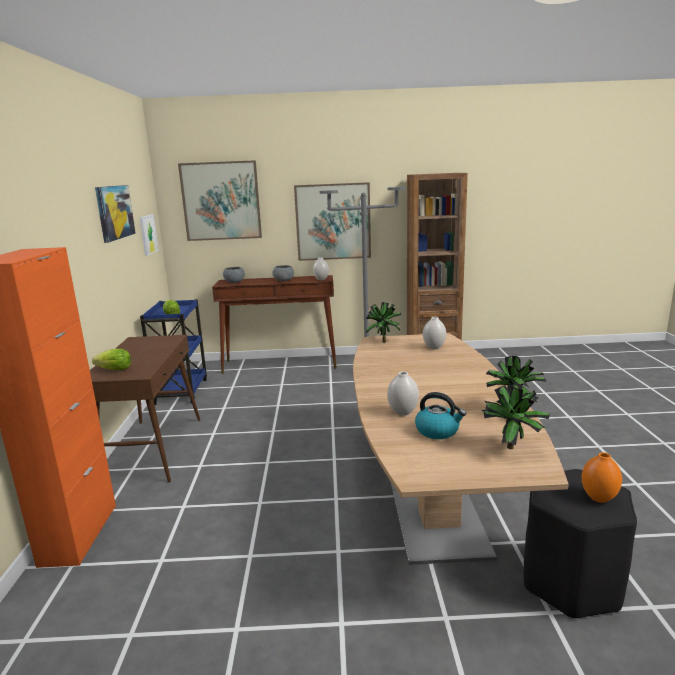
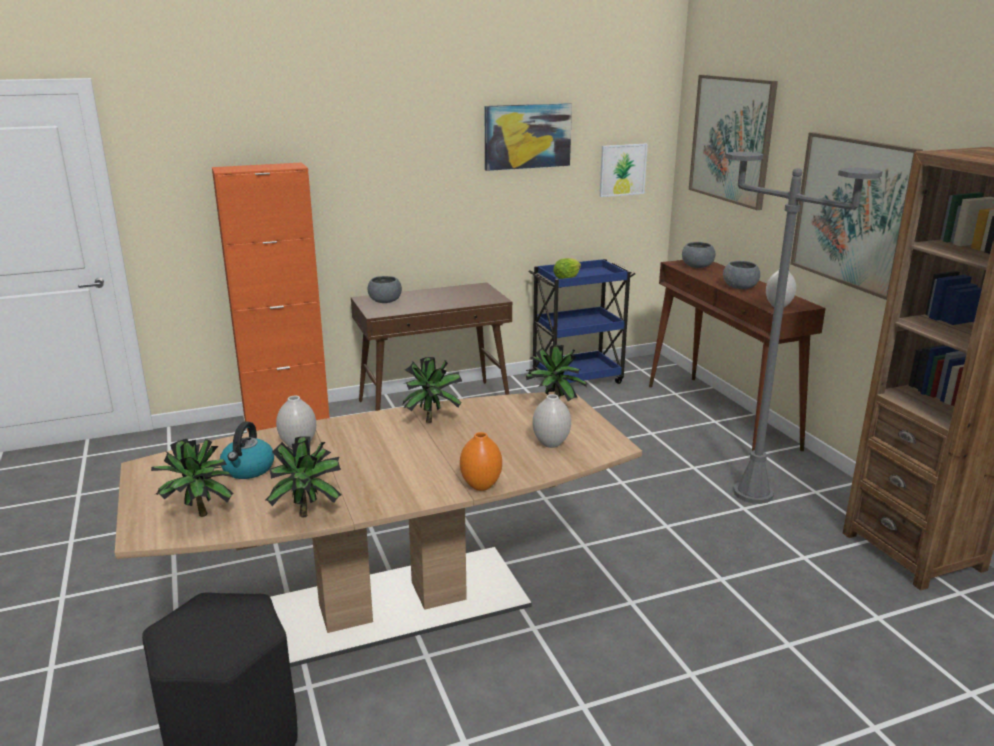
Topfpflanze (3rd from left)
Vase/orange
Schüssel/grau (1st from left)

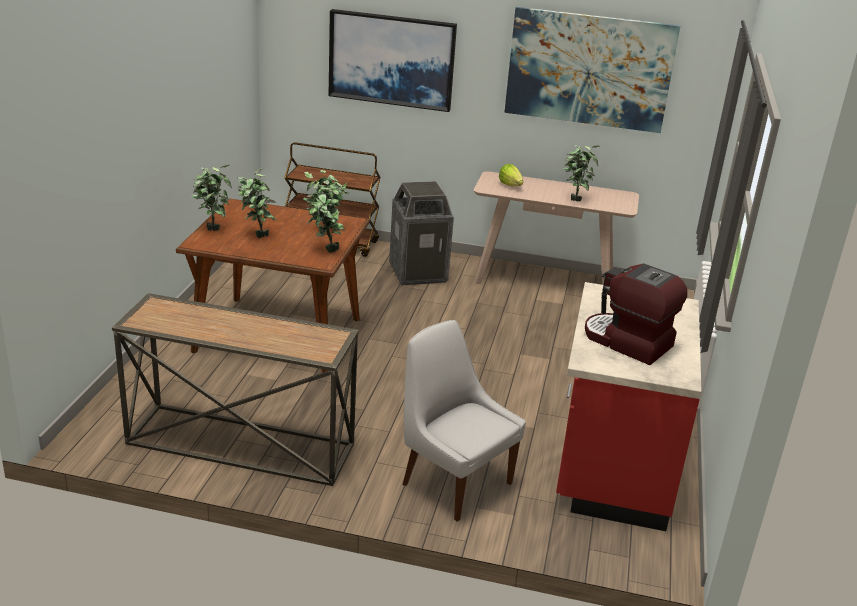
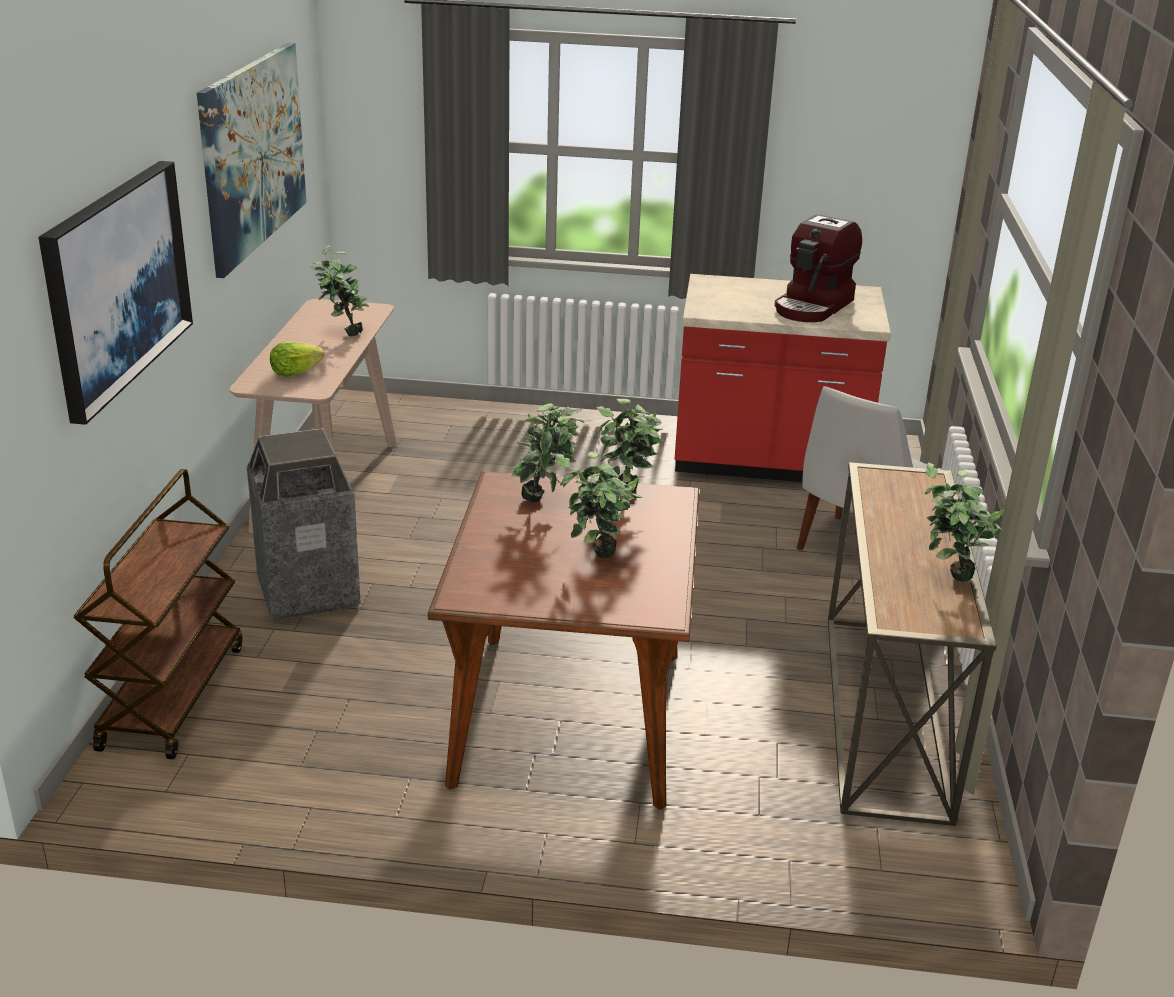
Topfpflanze (5th from left)

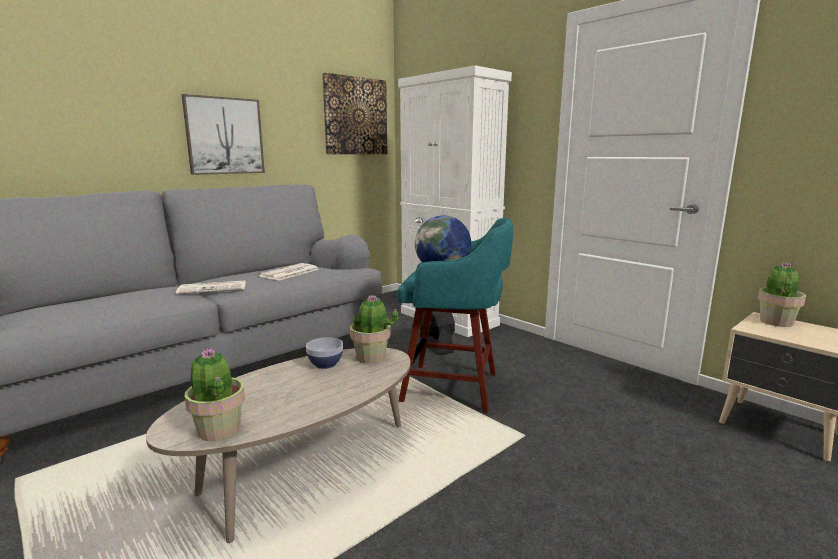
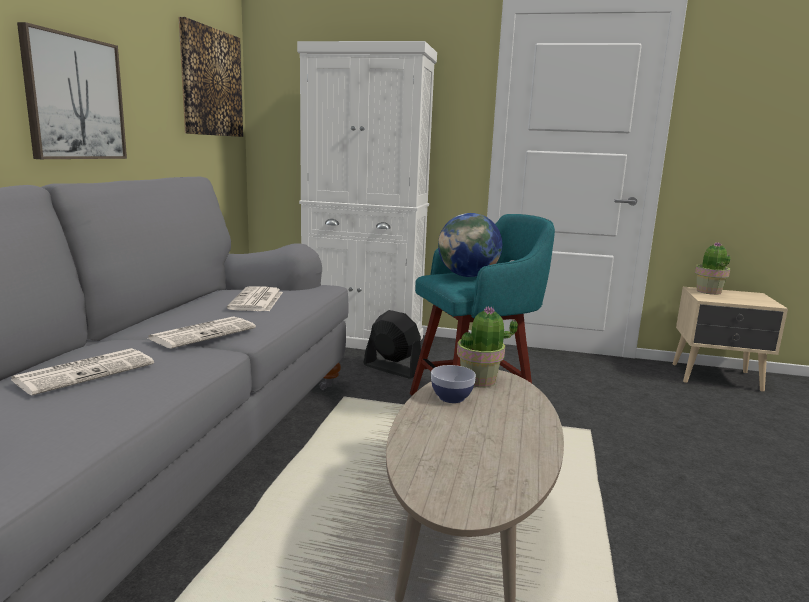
Topfpflanze (1st from left in the first image)
Zeitung (1st from left)

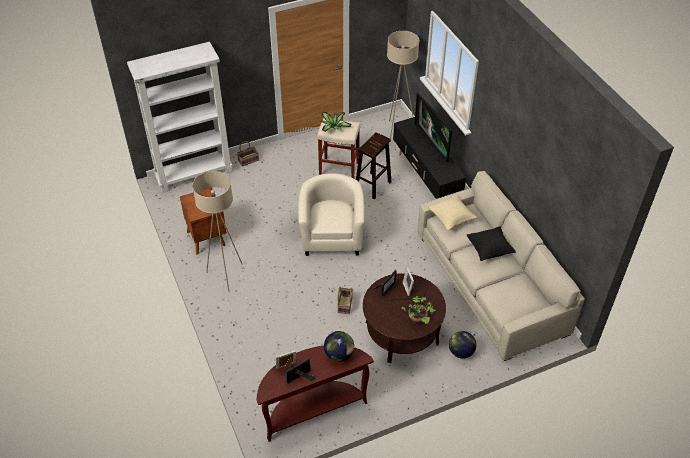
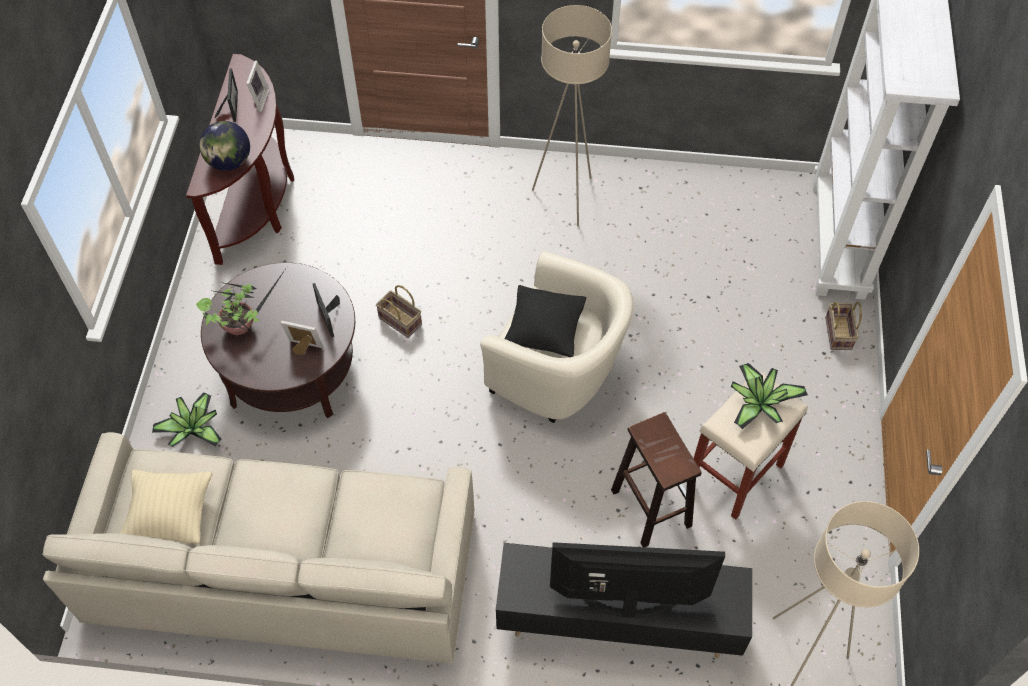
Nachttisch/braun
Kissen/beige
Kissen/schwarz
Topfpflanze (1st from left)

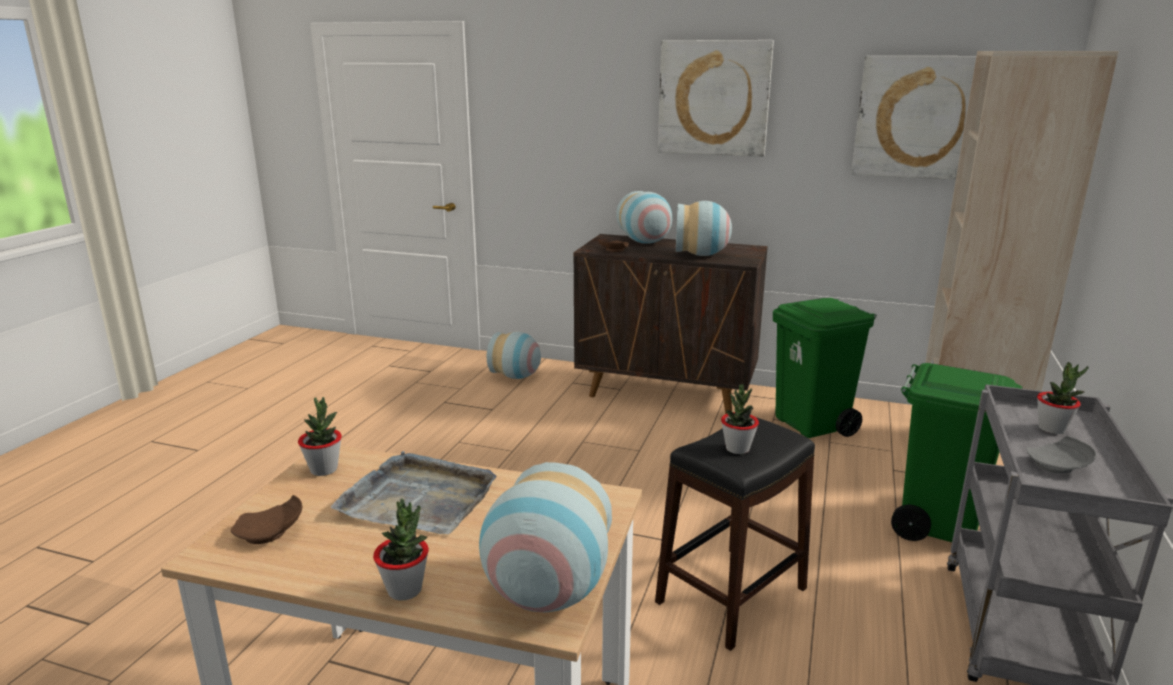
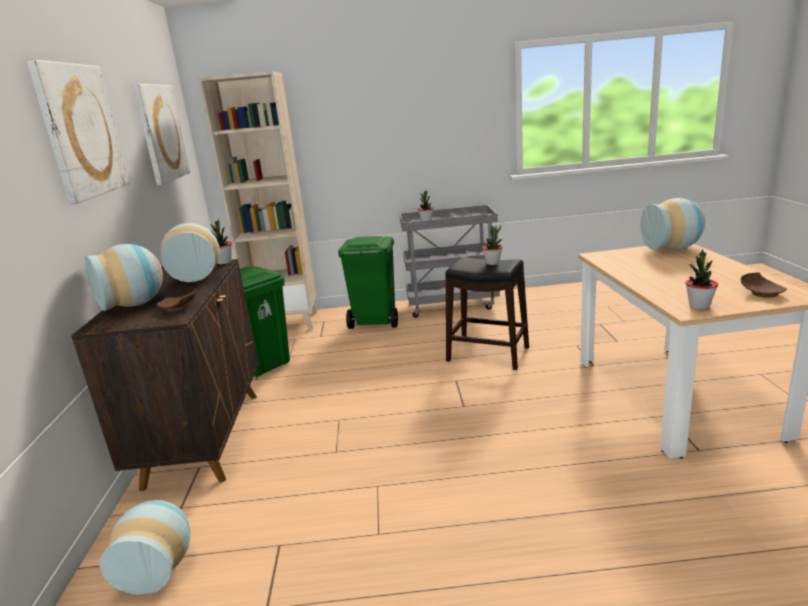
Tablett/grau
Topfpflanze (1st from left)

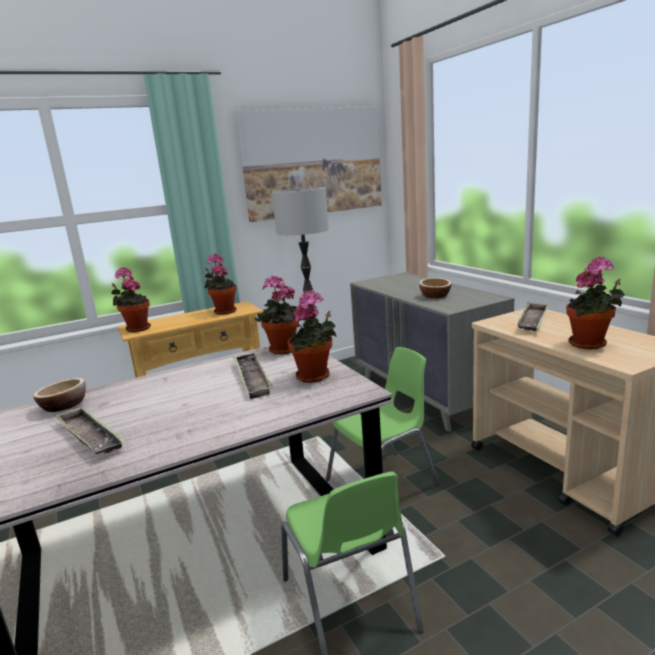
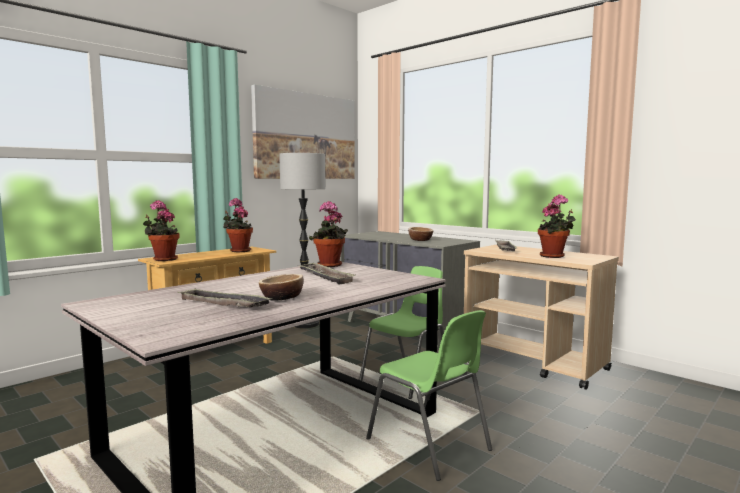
Topfpflanze (4th from left in the first image)
Schüssel (1st from left)

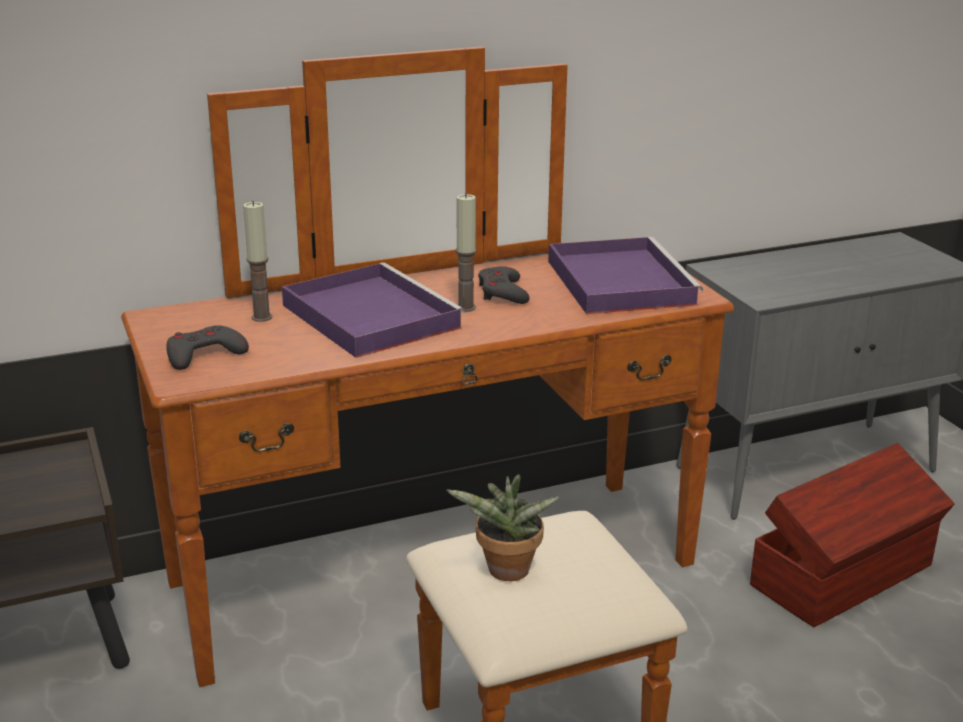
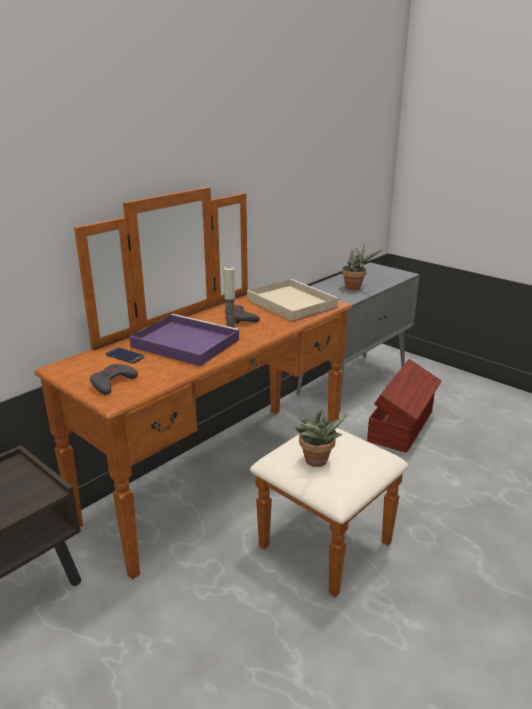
Topfpflanze (2nd from left)
Handy
Tablett/beige

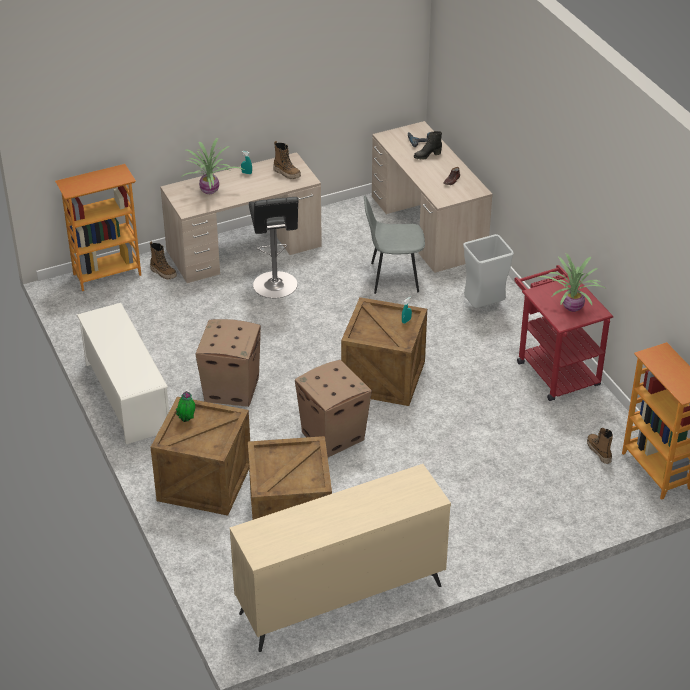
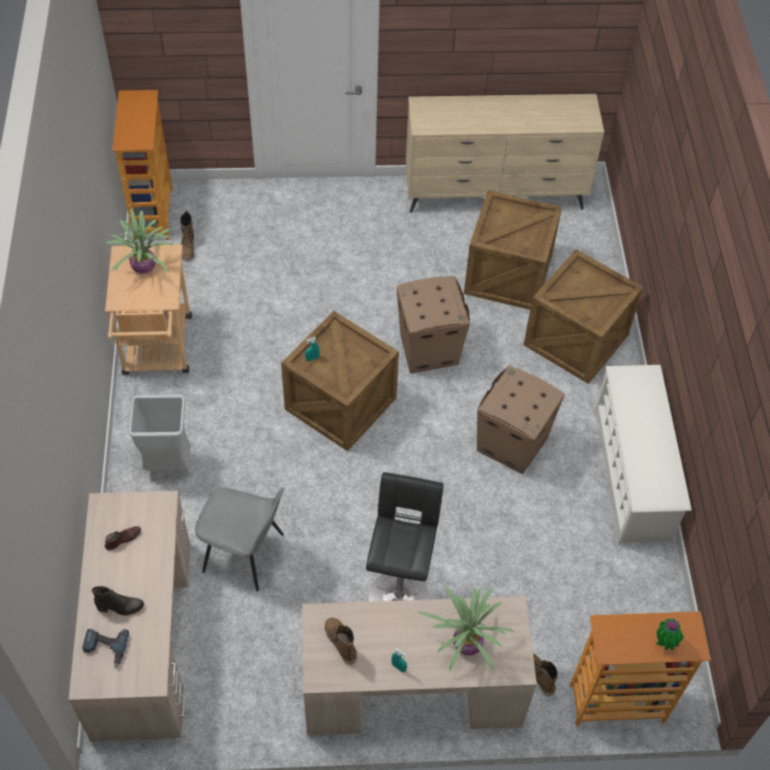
Topfpflanze (3rd from left)
Rollwagen/beige

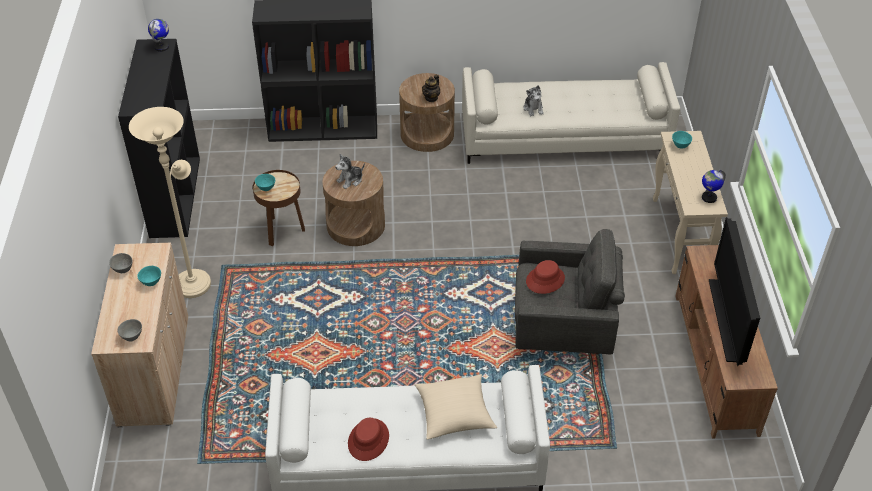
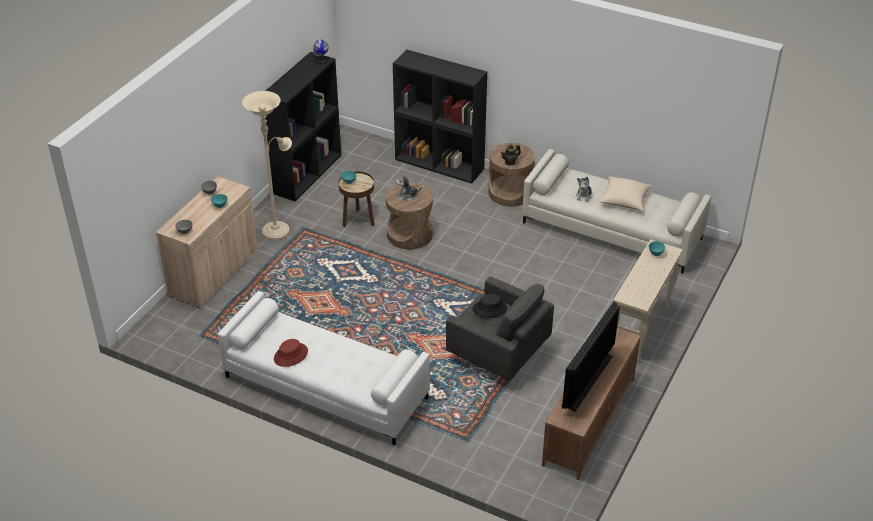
Globus (2nd from left in the first image)
Kissen/beige
Hut/schwarz

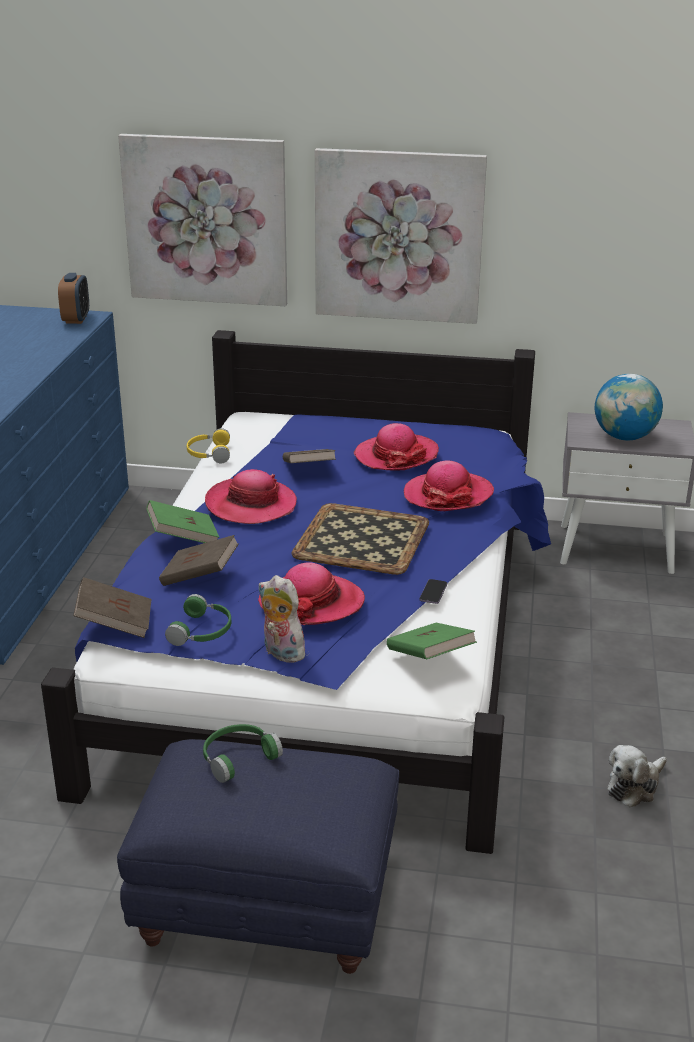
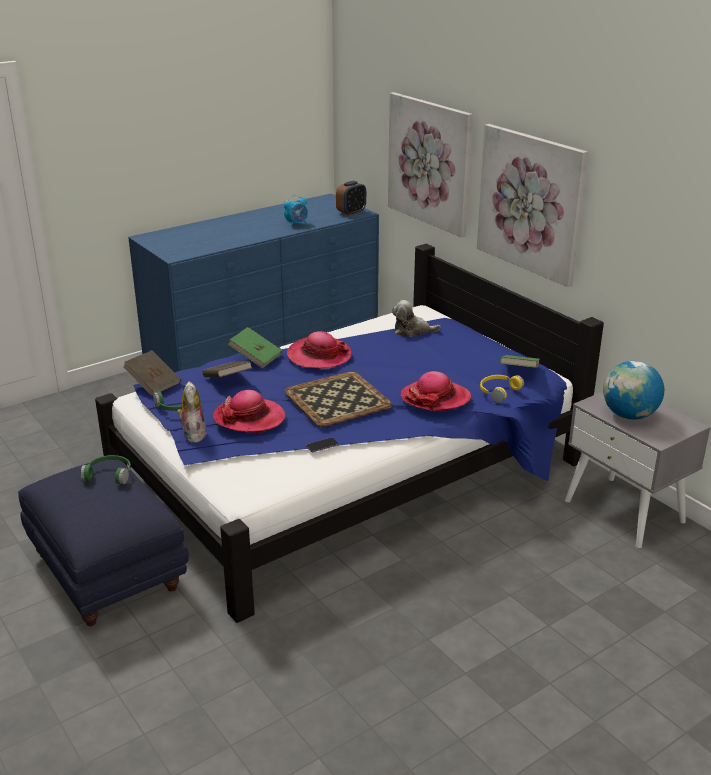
Buch/braun (3rd from left in the first image)
Hut (3rd from left in the first image)
Wecker (1st from left)
Kopfhörer/gelb
Buch/grün (2nd from left)
Plüschtier (2nd from left)

